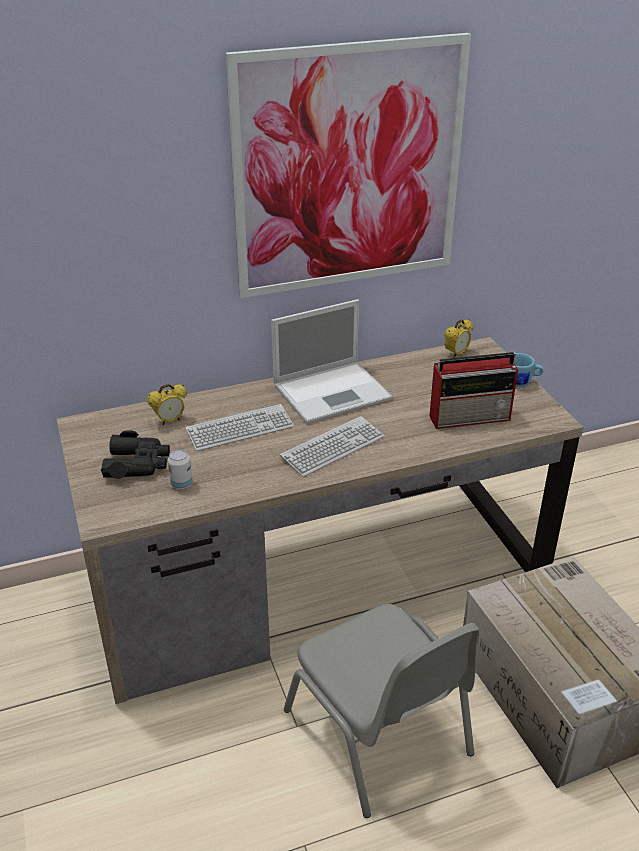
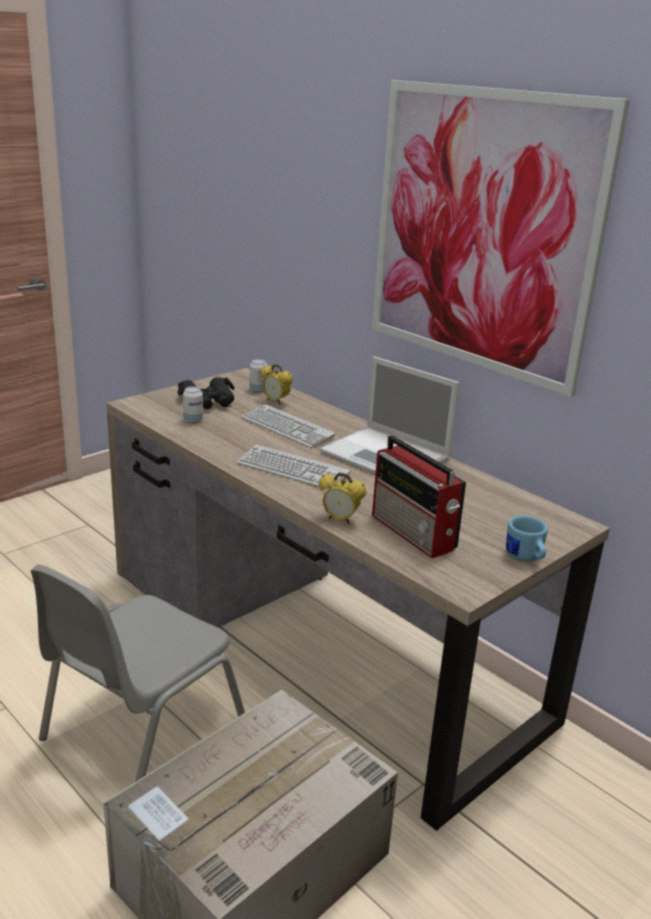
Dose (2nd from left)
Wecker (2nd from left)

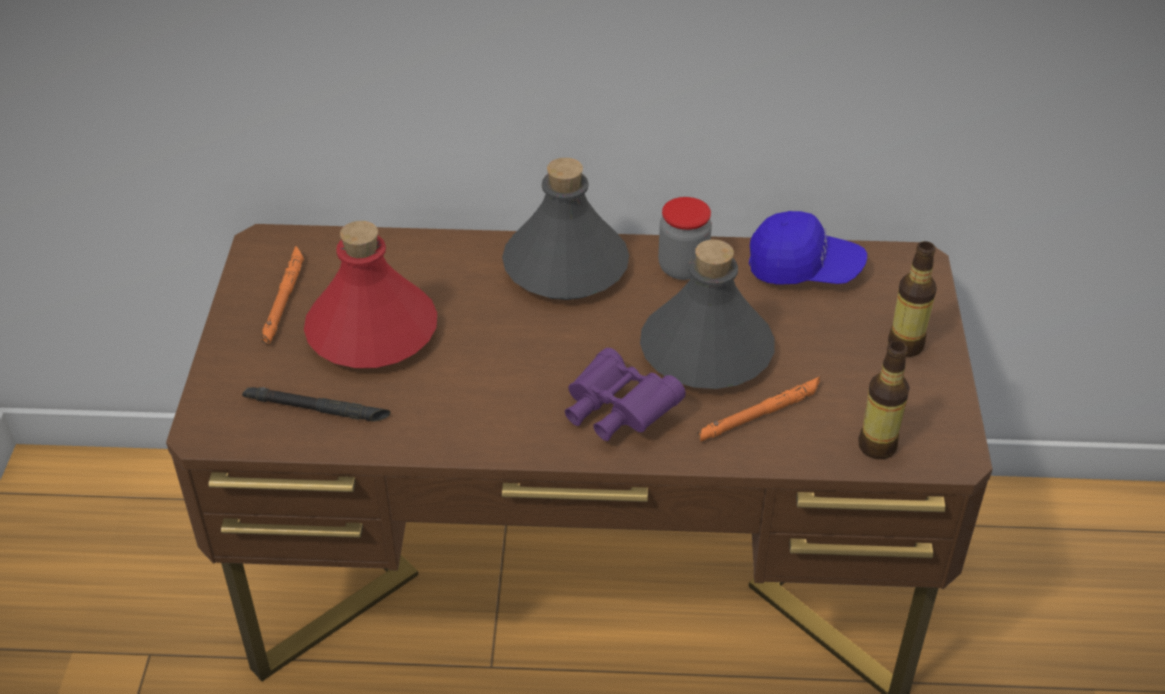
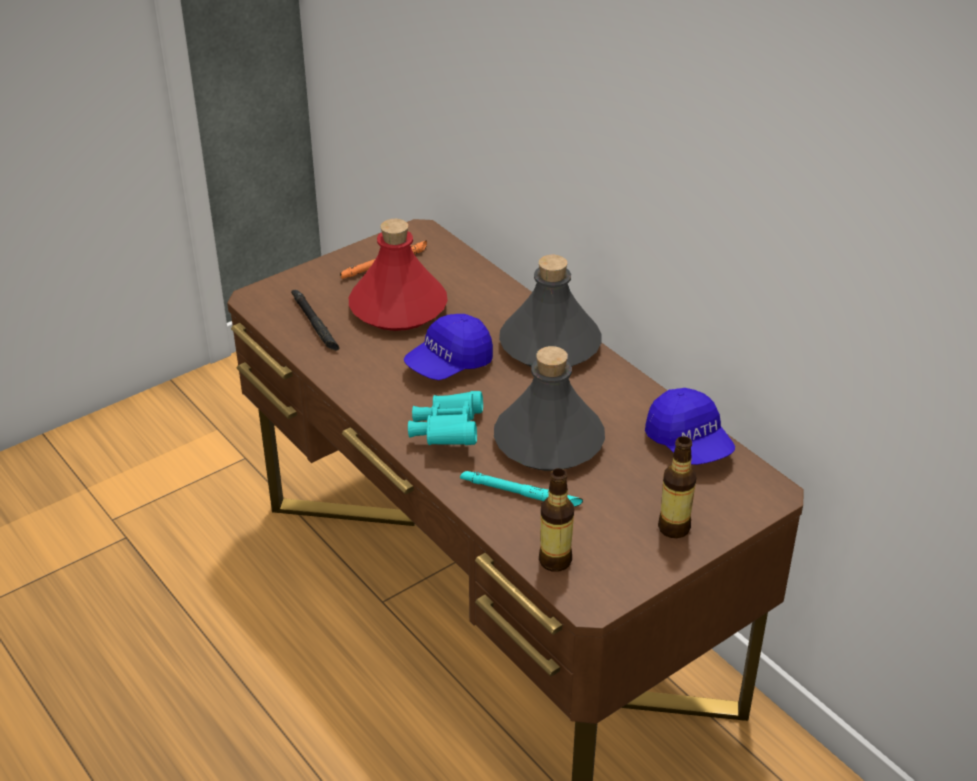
Vorratsglas
Kappe/blau (1st from left)
Fernglas/türkis
Taschenlampe/türkis

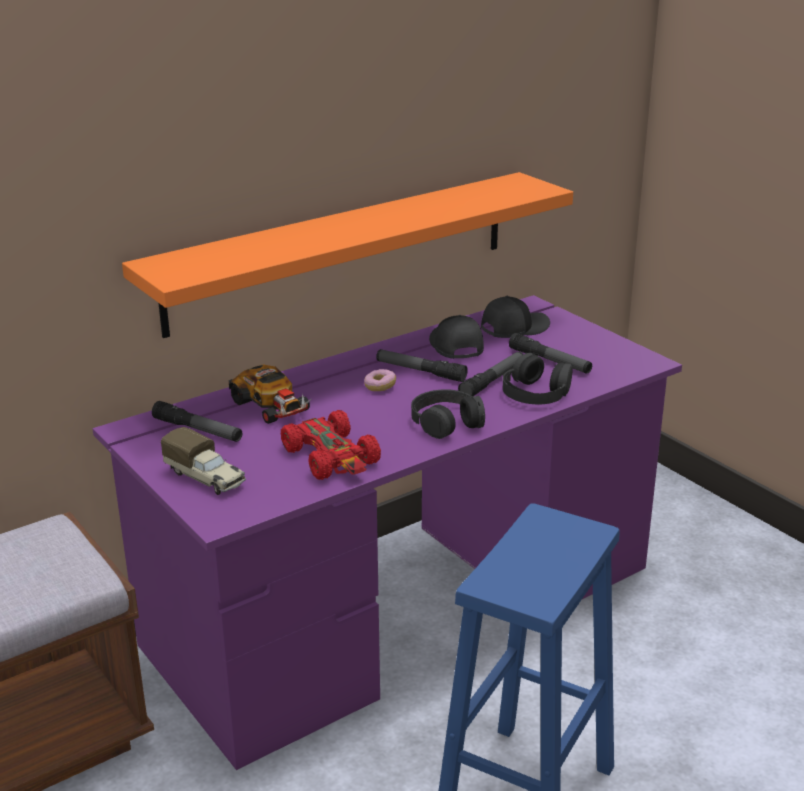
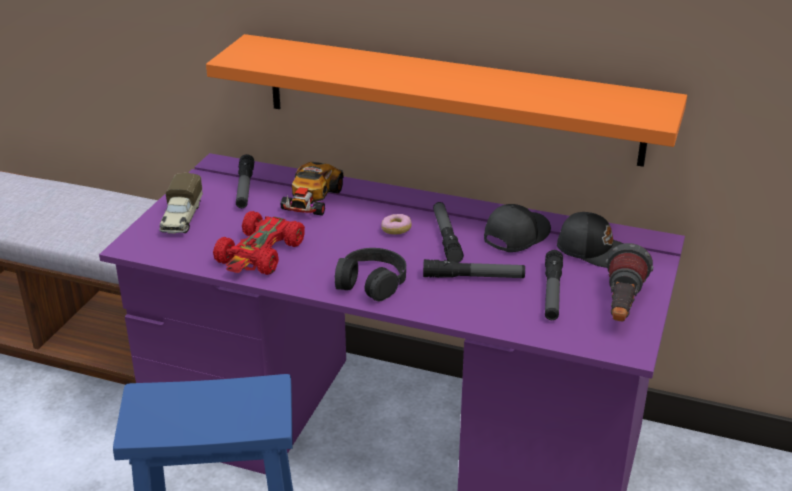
Kopfhörer/schwarz (2nd from left in the first image)
Taschenlampe (5th from left)

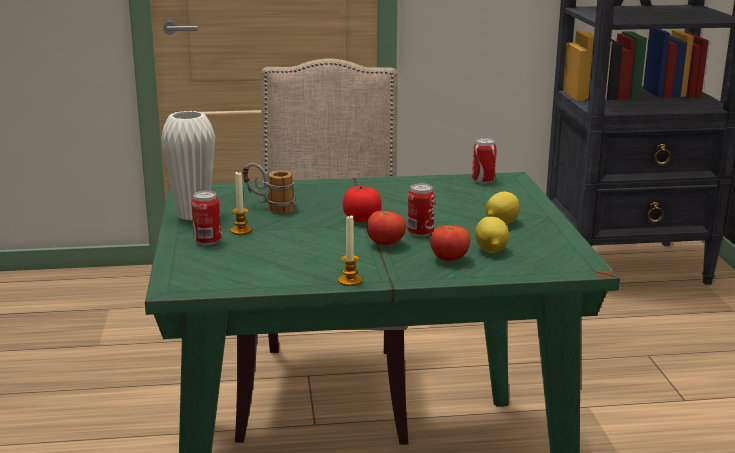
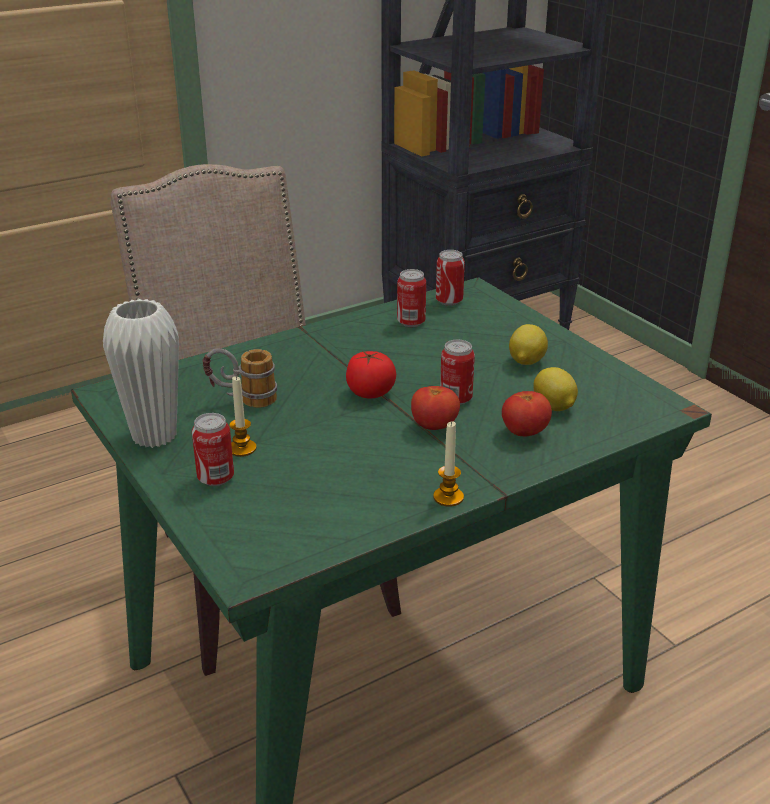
Dose (2nd from left)

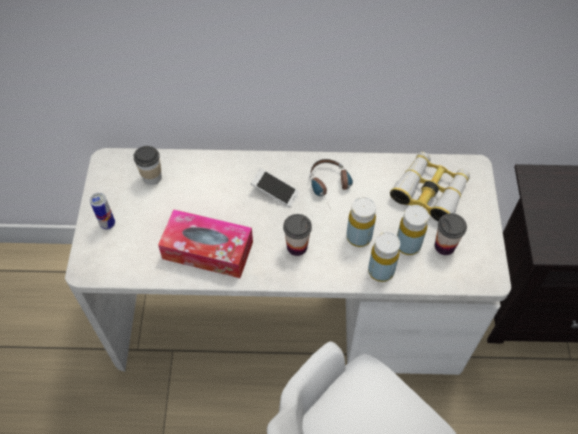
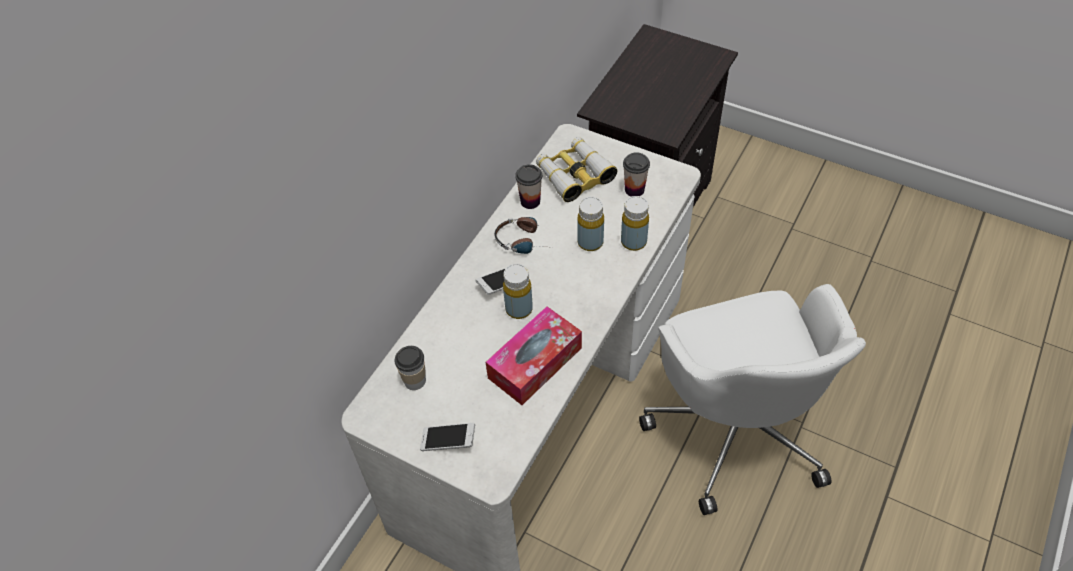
Tasse (2nd from left)
Flasche/gelb (1st from left)
Handy (1st from left)

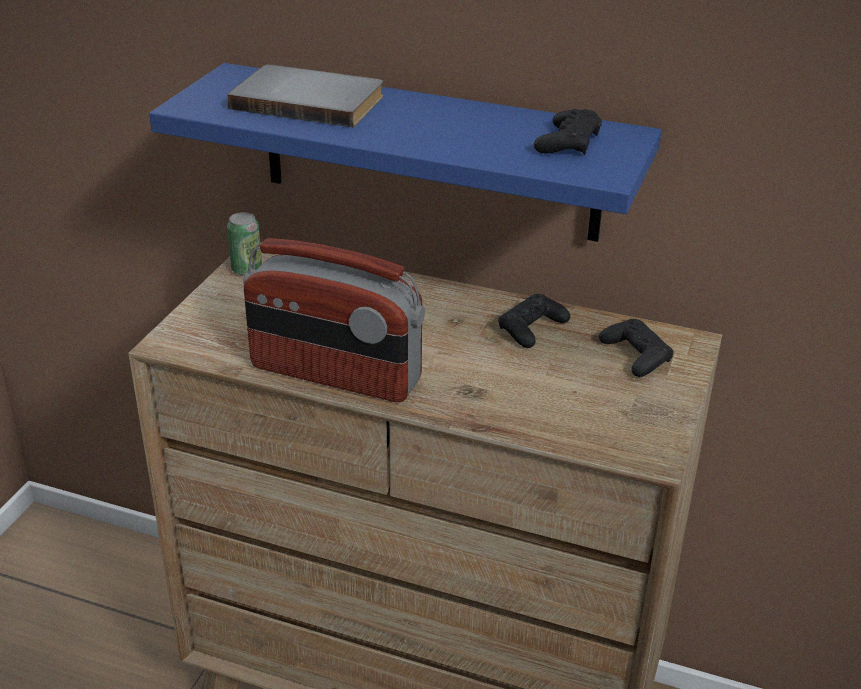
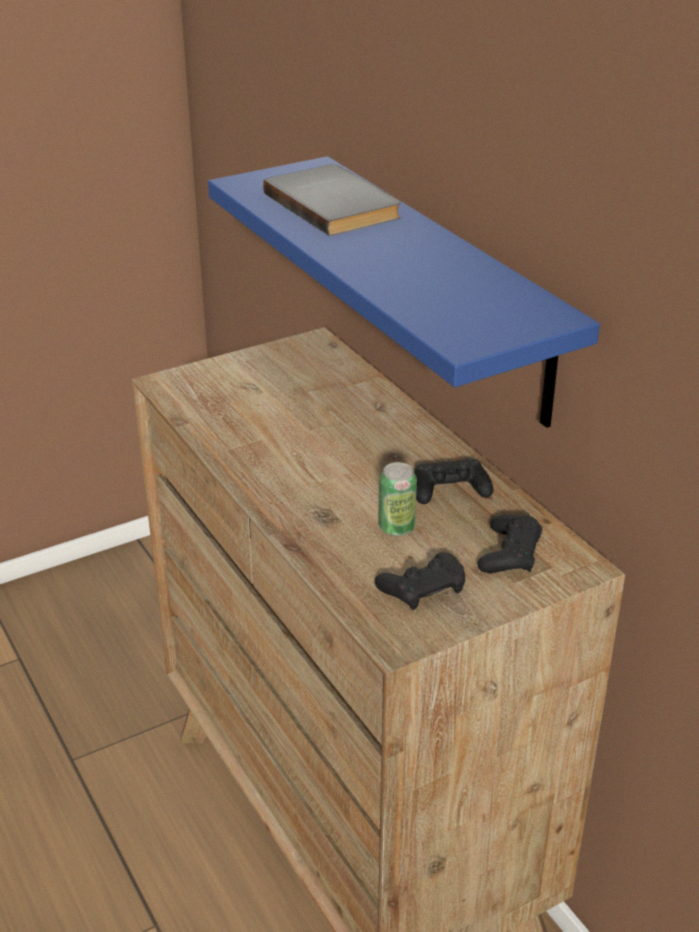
Radio
Dose
Gamepad/schwarz (1st from left)

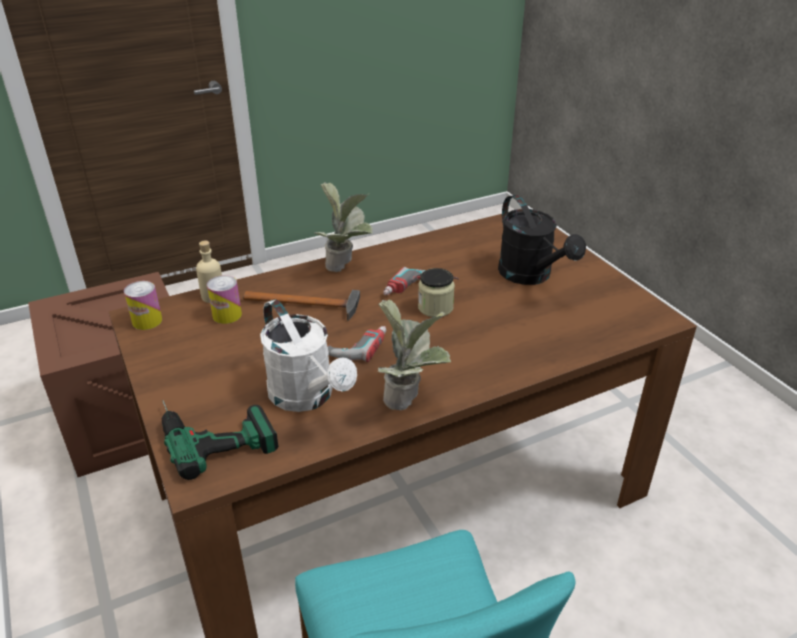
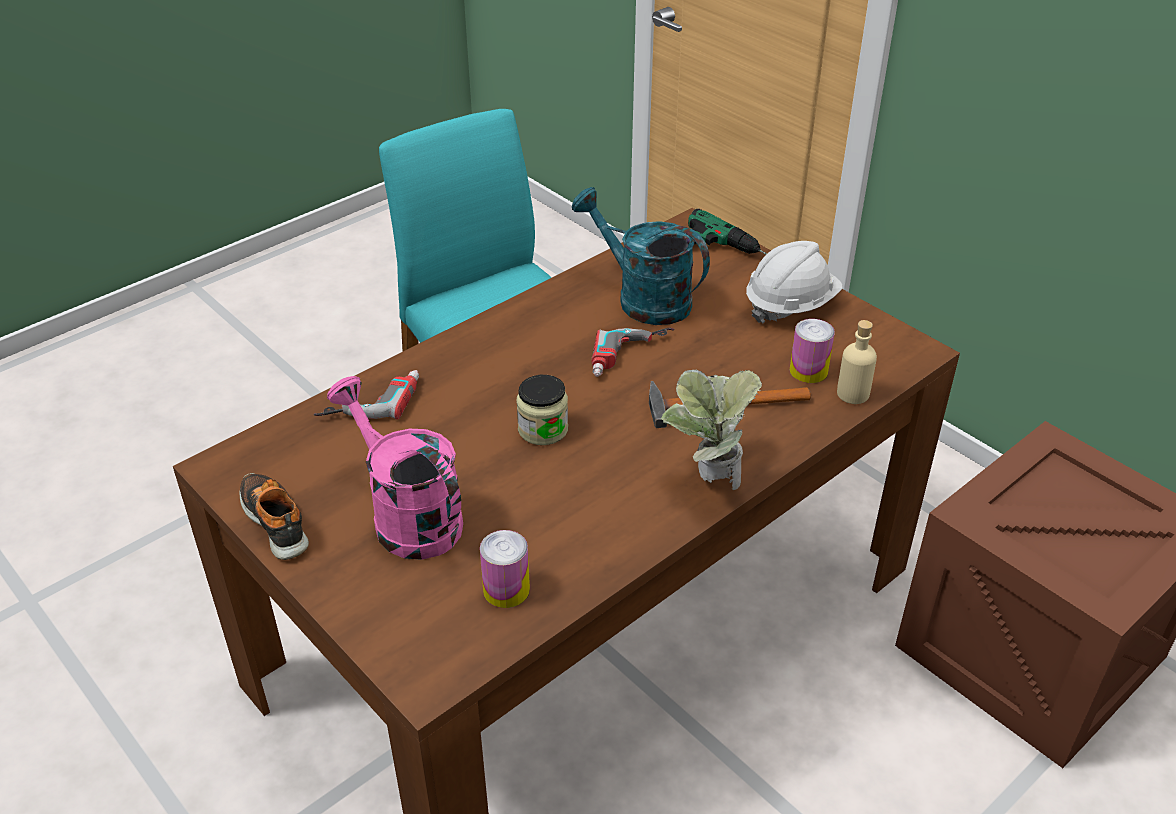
Topfpflanze (2nd from left in the first image)
Schuh
Schutzhelm/weiß
Dose (1st from left)
Bohrmaschine (1st from left)
Gießkanne/türkis
Gießkanne/rosa

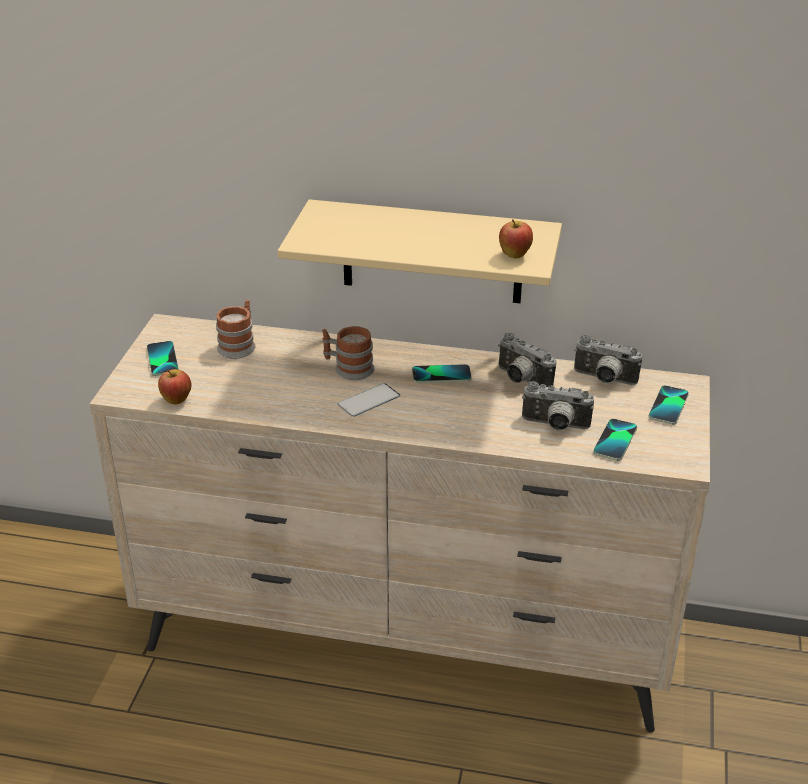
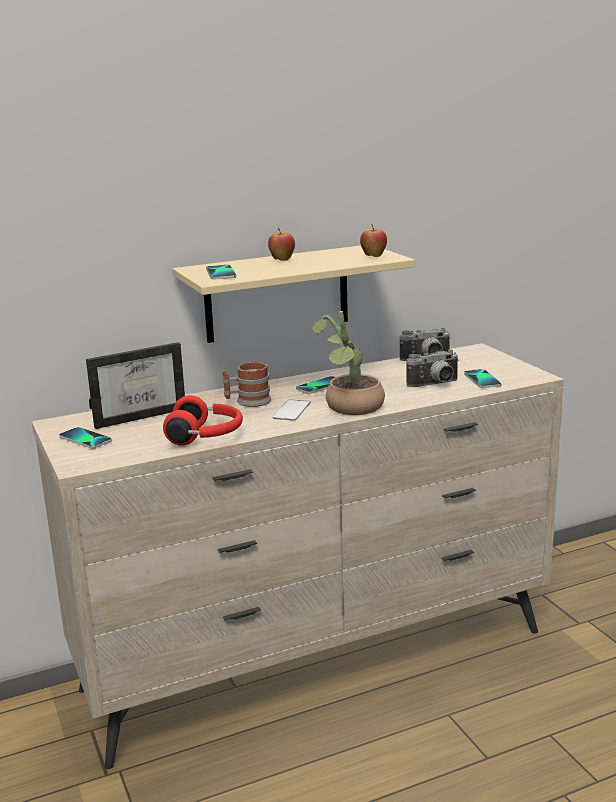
Kamera (1st from left in the first image)
Kopfhörer/rot
Topfpflanze
Apfel (1st from left)
Handy (2nd from left)
Bilderrahmen

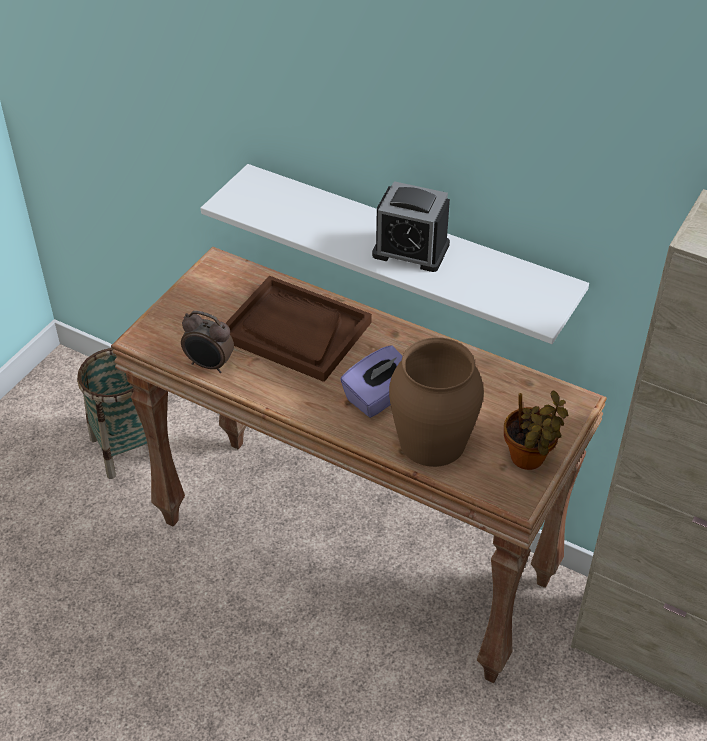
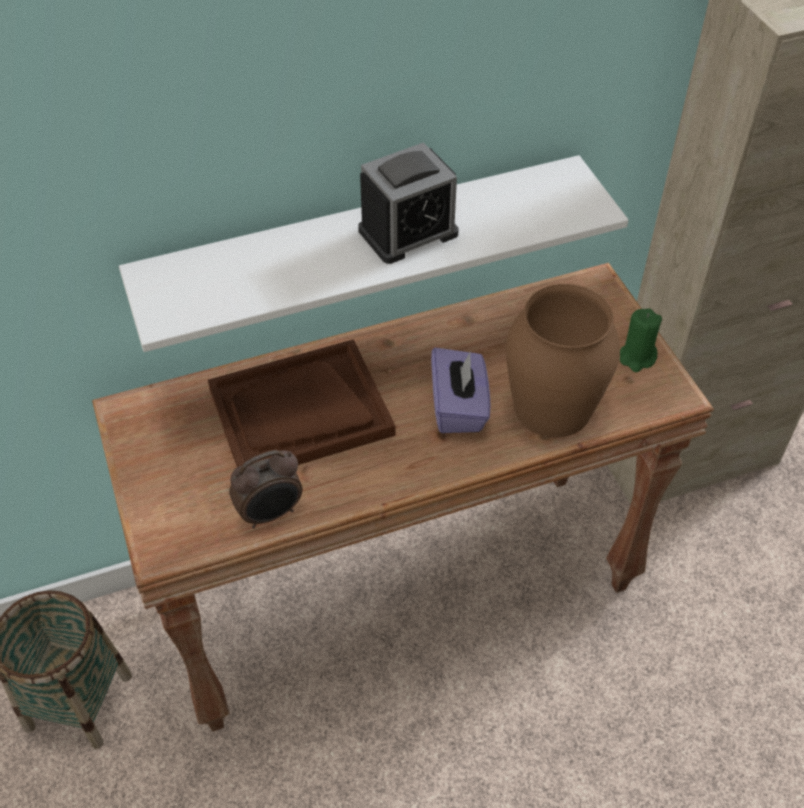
Kerze/grün

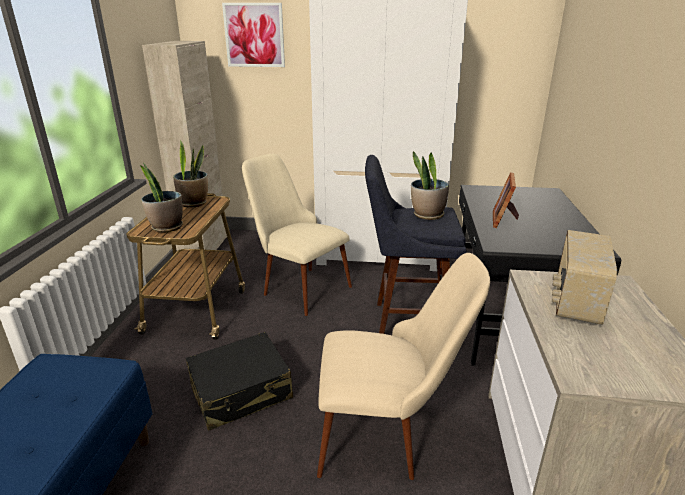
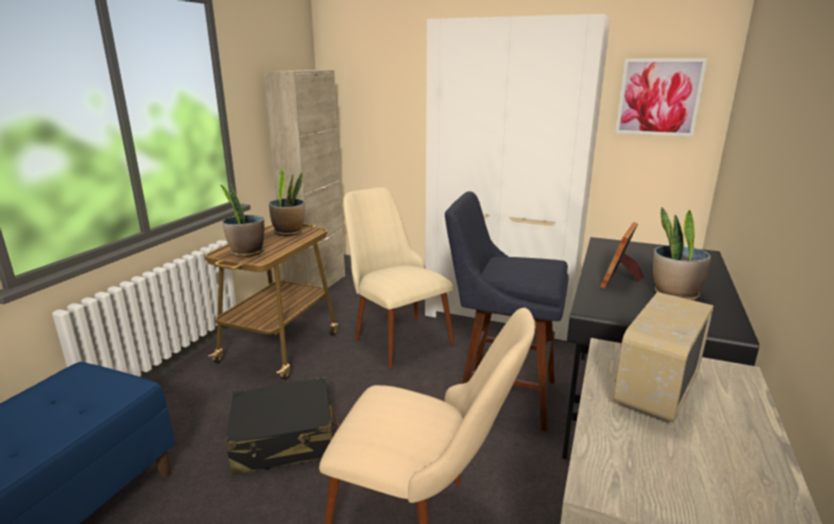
Bild
Topfpflanze (3rd from left)

